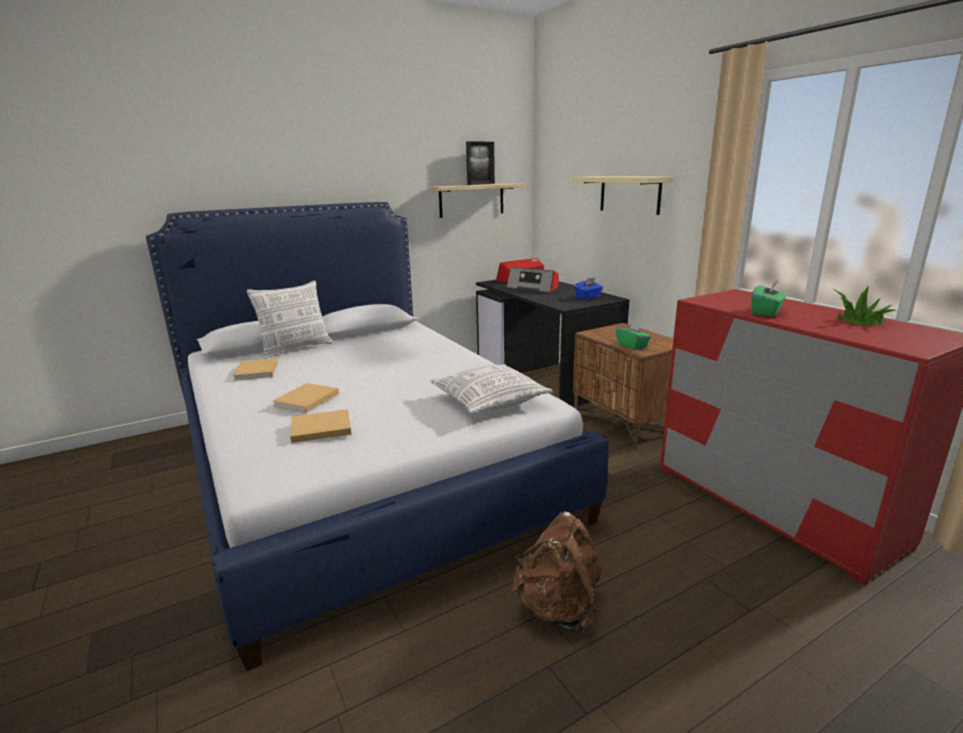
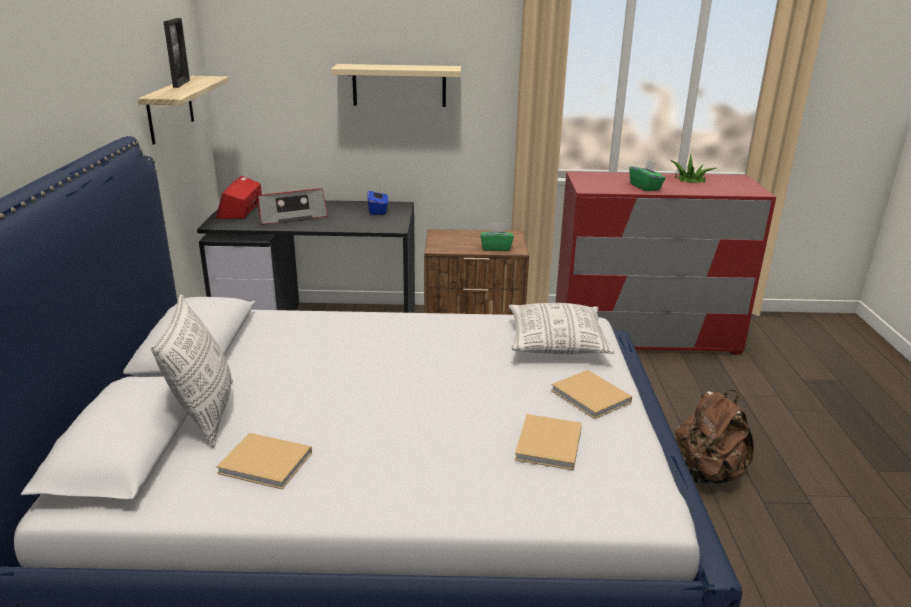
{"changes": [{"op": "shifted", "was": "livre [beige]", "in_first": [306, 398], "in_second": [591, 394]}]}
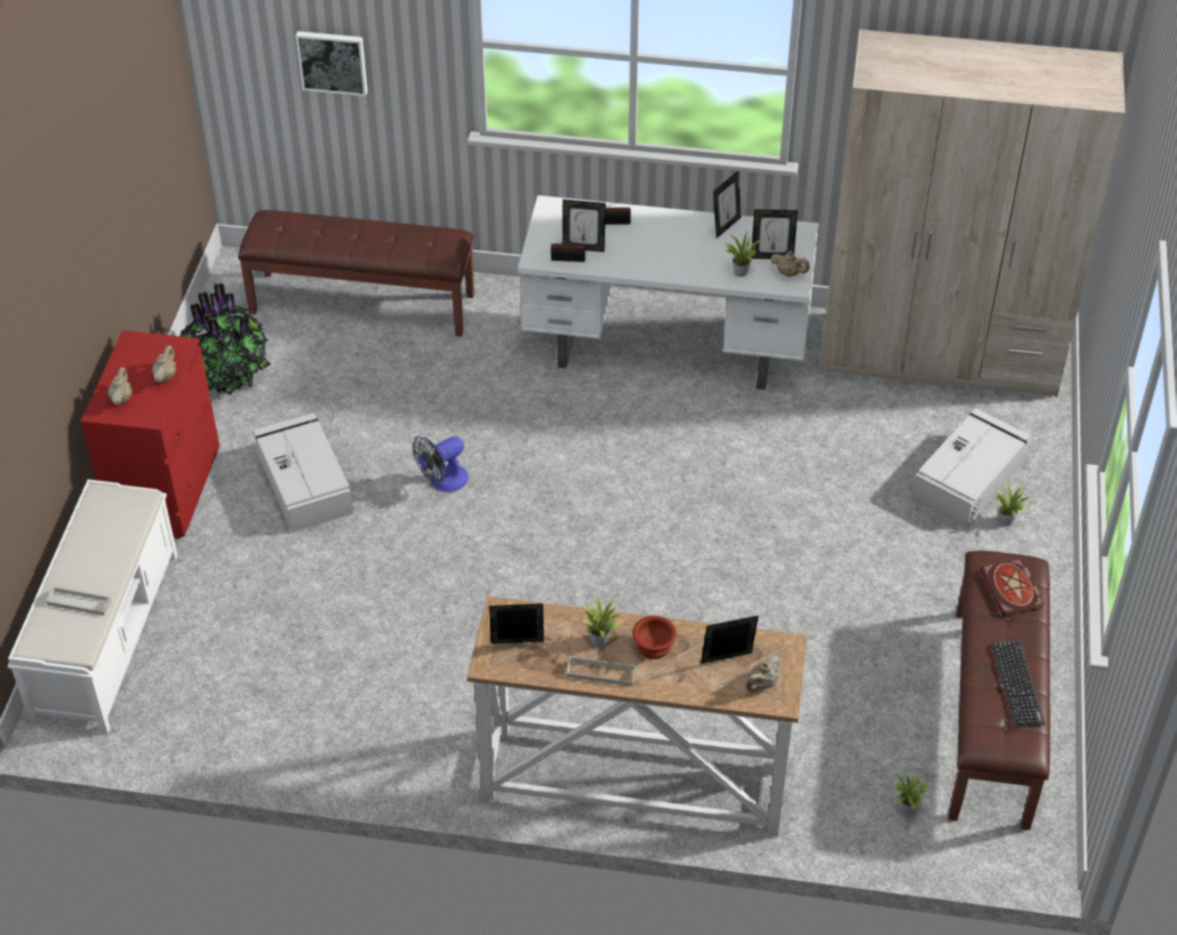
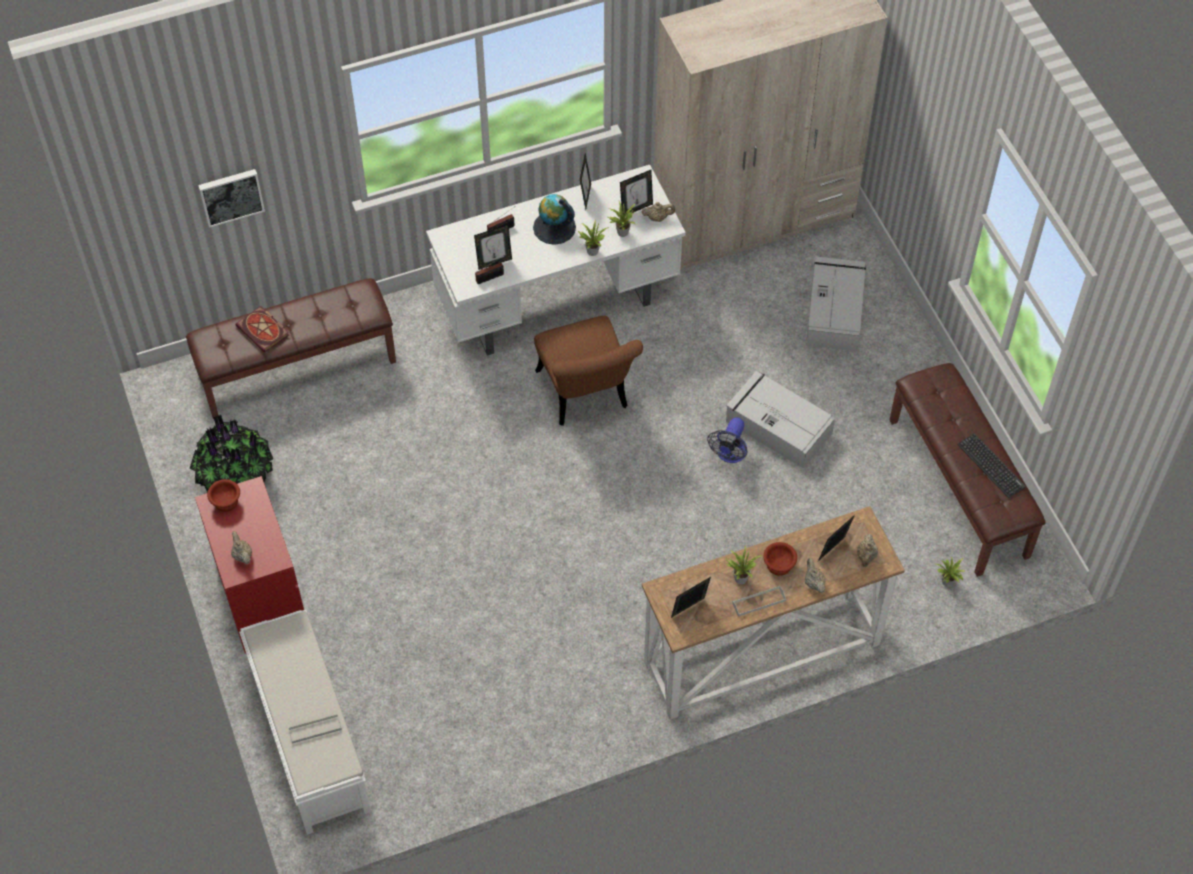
{"changes": [{"op": "new", "now": "bol [marron]", "in_second": [223, 495]}, {"op": "shifted", "was": "livre", "in_first": [1012, 587], "in_second": [262, 329]}, {"op": "new", "now": "globe", "in_second": [554, 219]}, {"op": "new", "now": "chaise [marron]", "in_second": [588, 371]}, {"op": "shifted", "was": "plante en pot", "in_first": [1014, 504], "in_second": [593, 237]}, {"op": "shifted", "was": "ventilateur", "in_first": [440, 464], "in_second": [727, 440]}, {"op": "shifted", "was": "boîte de rangement [gris]", "in_first": [303, 472], "in_second": [780, 420]}, {"op": "shifted", "was": "théière [beige]", "in_first": [164, 364], "in_second": [815, 575]}]}
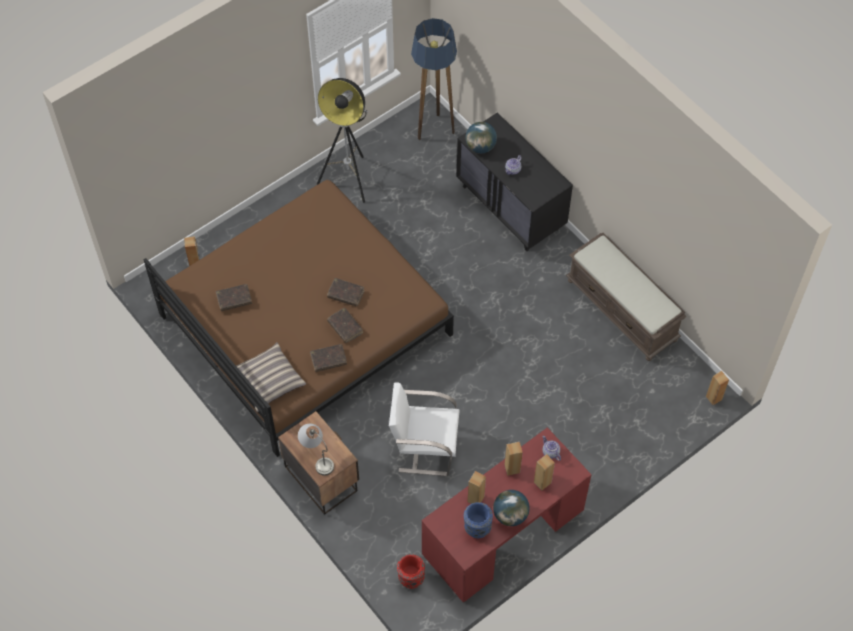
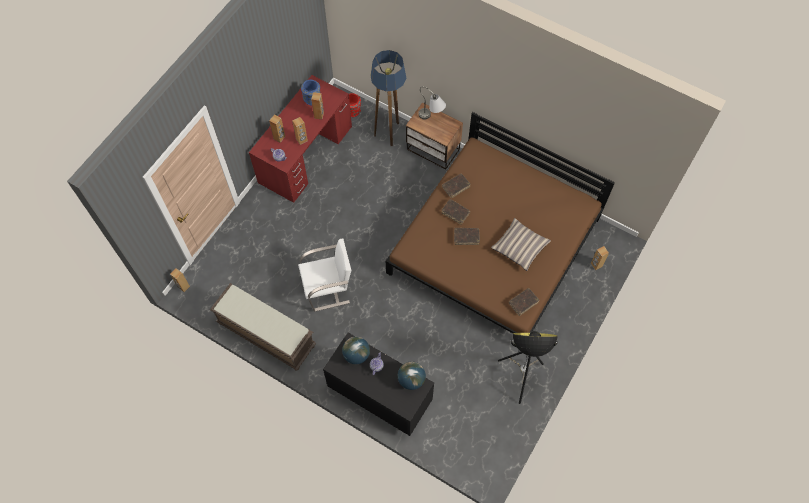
{"changes": [{"op": "shifted", "was": "chaise [blanc]", "in_first": [424, 429], "in_second": [325, 275]}, {"op": "shifted", "was": "globe", "in_first": [511, 508], "in_second": [356, 350]}, {"op": "shifted", "was": "lampadaire", "in_first": [434, 79], "in_second": [388, 98]}, {"op": "shifted", "was": "coussin", "in_first": [271, 377], "in_second": [521, 244]}, {"op": "shifted", "was": "livre [marron]", "in_first": [234, 297], "in_second": [524, 302]}]}
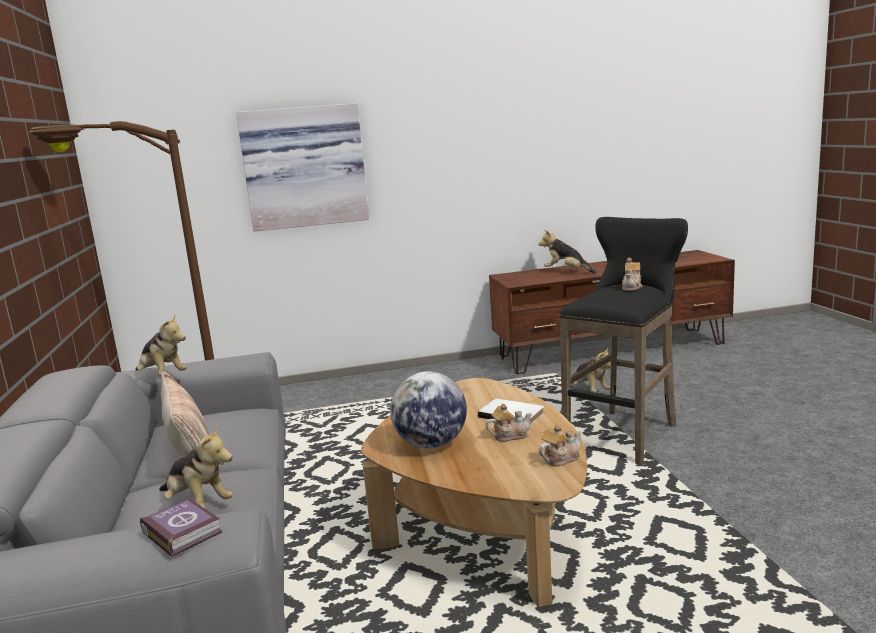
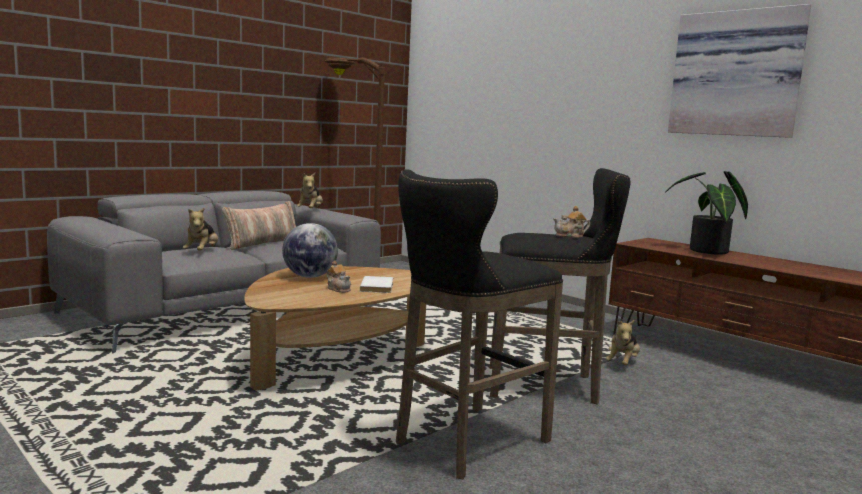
{"changes": [{"op": "new", "now": "tabouret [noir]", "in_second": [479, 324]}, {"op": "swapped", "was": "peluche", "now": "plante en pot", "in_first": [567, 251], "in_second": [706, 213]}, {"op": "shifted", "was": "tableau", "in_first": [302, 167], "in_second": [739, 71]}, {"op": "gone", "was": "livre", "in_first": [181, 527]}, {"op": "gone", "was": "théière", "in_first": [560, 446]}]}
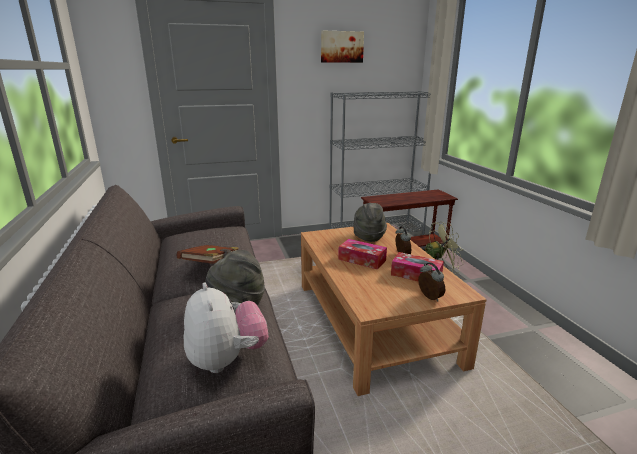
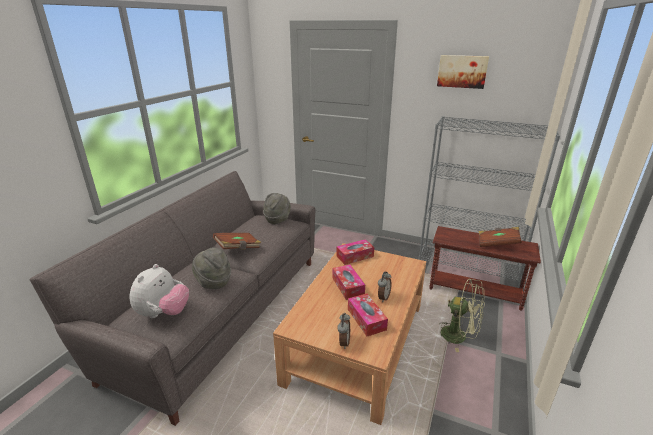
{"changes": [{"op": "shifted", "was": "chapeau [gris]", "in_first": [370, 222], "in_second": [277, 208]}, {"op": "new", "now": "boîte à mouchoirs", "in_second": [355, 252]}, {"op": "new", "now": "livre [marron]", "in_second": [500, 237]}]}
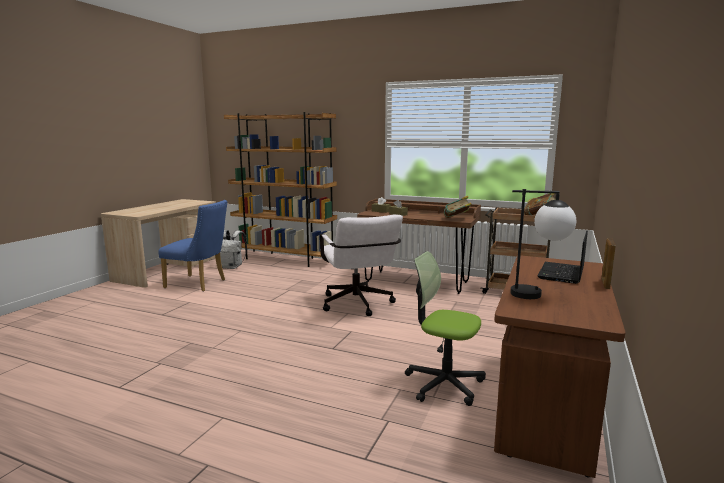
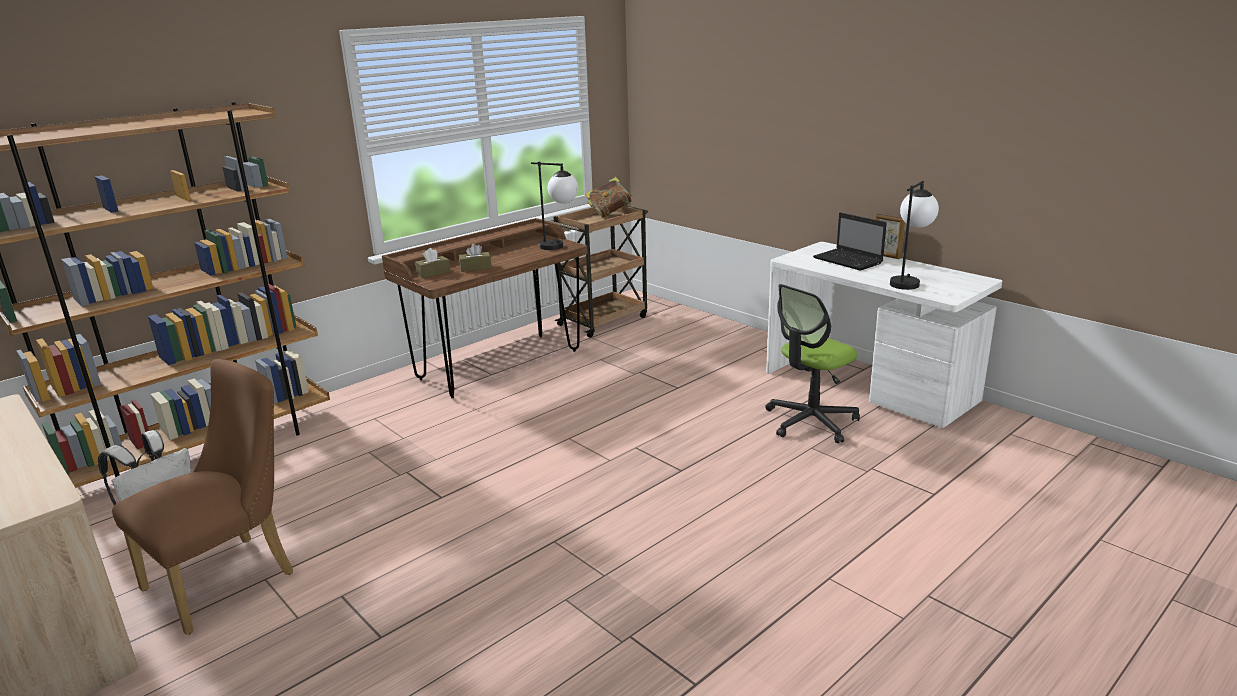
{"changes": [{"op": "repainted", "was": "chaise [bleu]", "now": "chaise [marron]", "in_first": [192, 246], "in_second": [202, 497]}, {"op": "swapped", "was": "livre", "now": "lampe de table", "in_first": [457, 207], "in_second": [554, 206]}, {"op": "repainted", "was": "bureau [marron]", "now": "bureau [blanc]", "in_first": [559, 366], "in_second": [884, 335]}, {"op": "gone", "was": "chaise de bureau [blanc]", "in_first": [361, 265]}]}
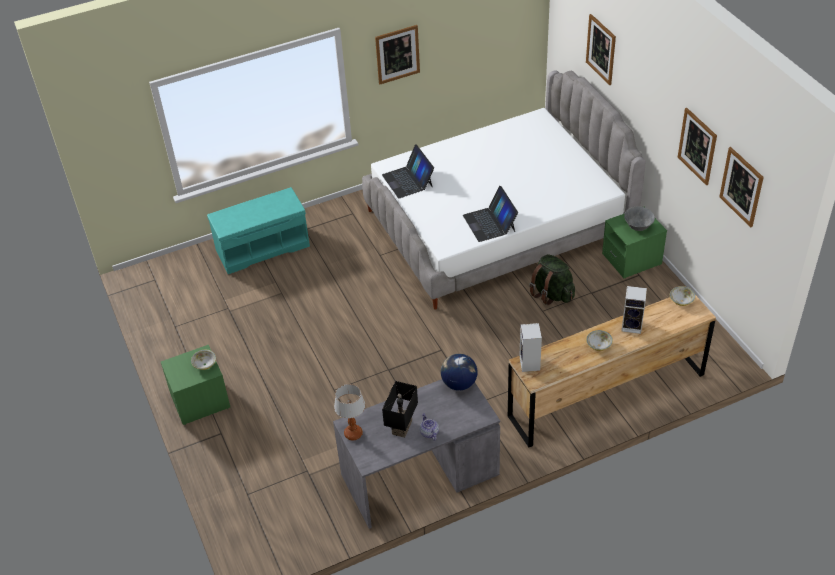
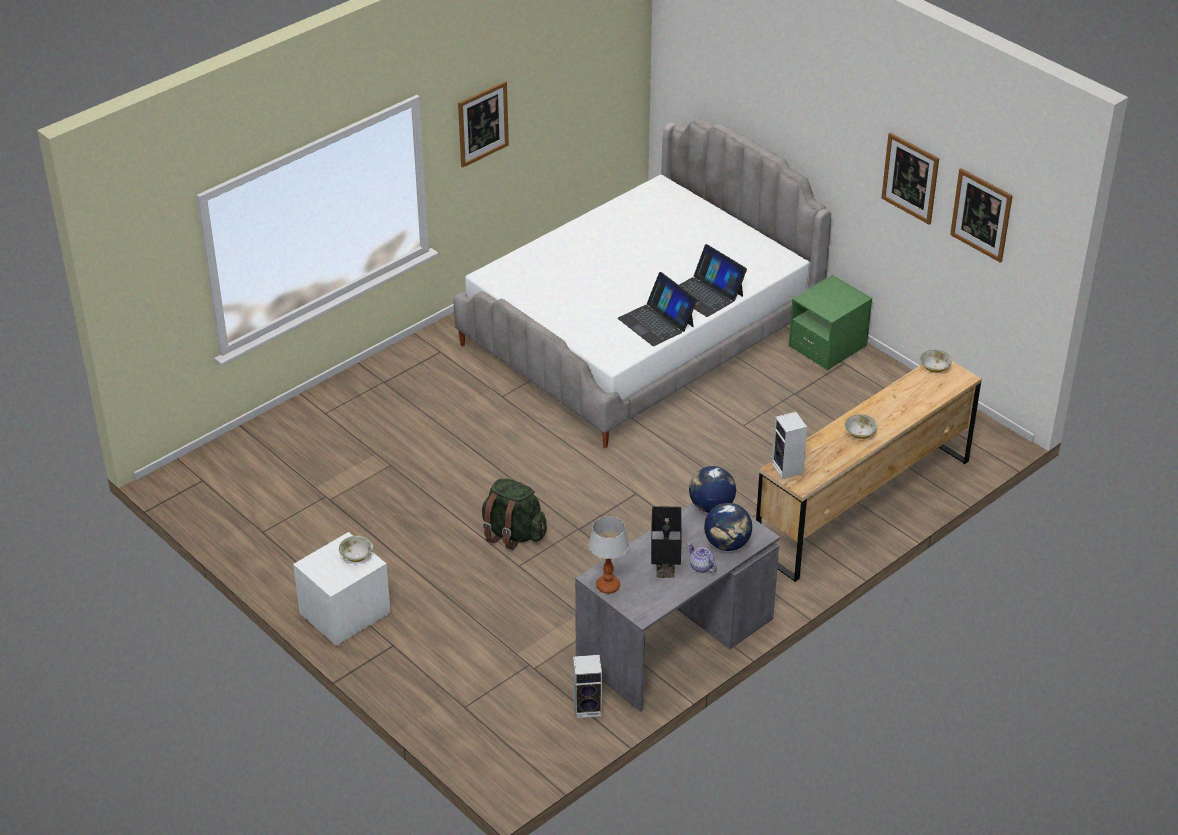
{"changes": [{"op": "repainted", "was": "table de chevet [vert]", "now": "table de chevet [blanc]", "in_first": [195, 385], "in_second": [342, 589]}, {"op": "shifted", "was": "sac à dos [vert]", "in_first": [552, 279], "in_second": [514, 514]}, {"op": "shifted", "was": "enceinte", "in_first": [634, 310], "in_second": [587, 686]}, {"op": "shifted", "was": "ordinateur portable", "in_first": [408, 172], "in_second": [713, 280]}, {"op": "new", "now": "globe", "in_second": [728, 527]}, {"op": "gone", "was": "banc [turquoise]", "in_first": [258, 230]}, {"op": "gone", "was": "tableau", "in_first": [601, 49]}, {"op": "gone", "was": "bol [gris]", "in_first": [639, 218]}]}
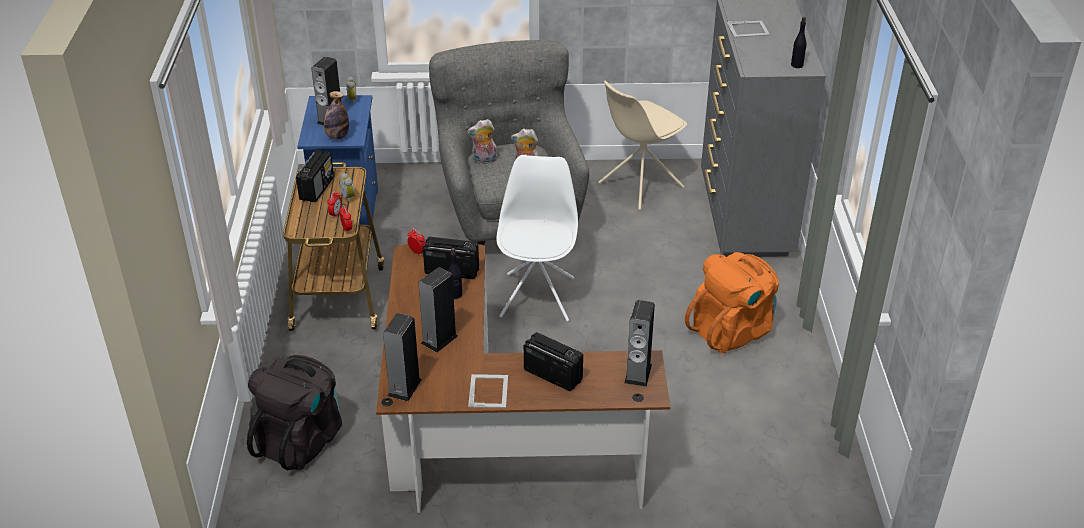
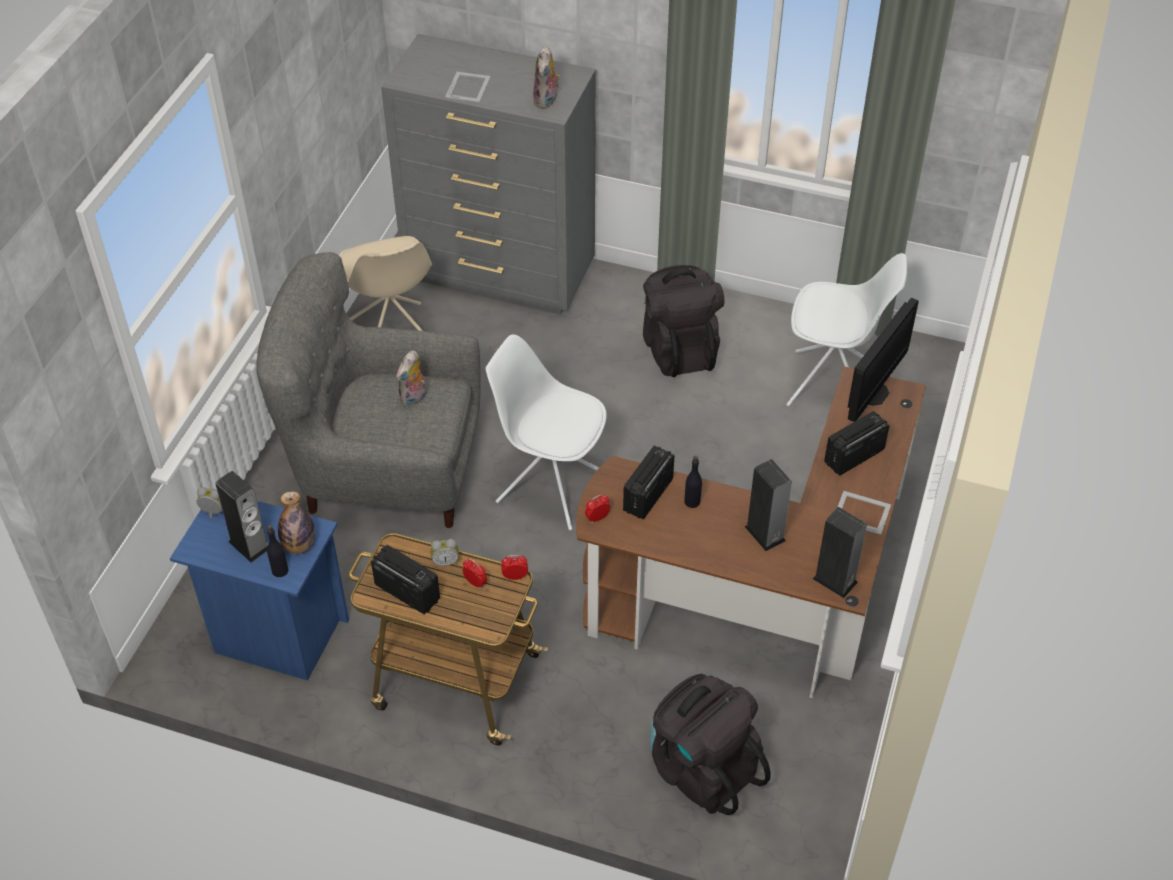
{"changes": [{"op": "shifted", "was": "bouteille [noir]", "in_first": [798, 42], "in_second": [277, 551]}, {"op": "shifted", "was": "peluche", "in_first": [482, 141], "in_second": [546, 77]}, {"op": "repainted", "was": "sac à dos [orange]", "now": "sac à dos [noir]", "in_first": [732, 302], "in_second": [683, 321]}, {"op": "new", "now": "chaise [blanc]", "in_second": [846, 329]}, {"op": "swapped", "was": "enceinte", "now": "écran d'ordinateur", "in_first": [640, 343], "in_second": [883, 360]}]}
